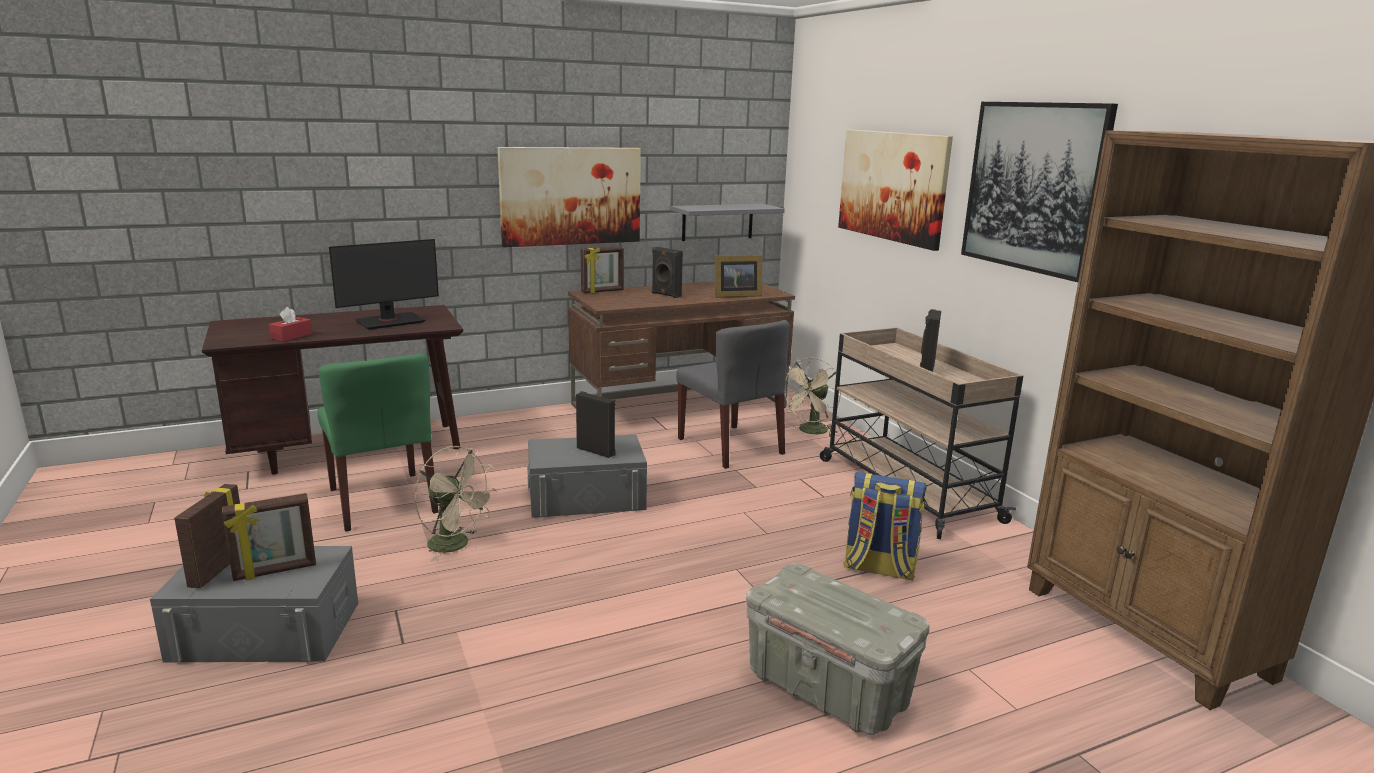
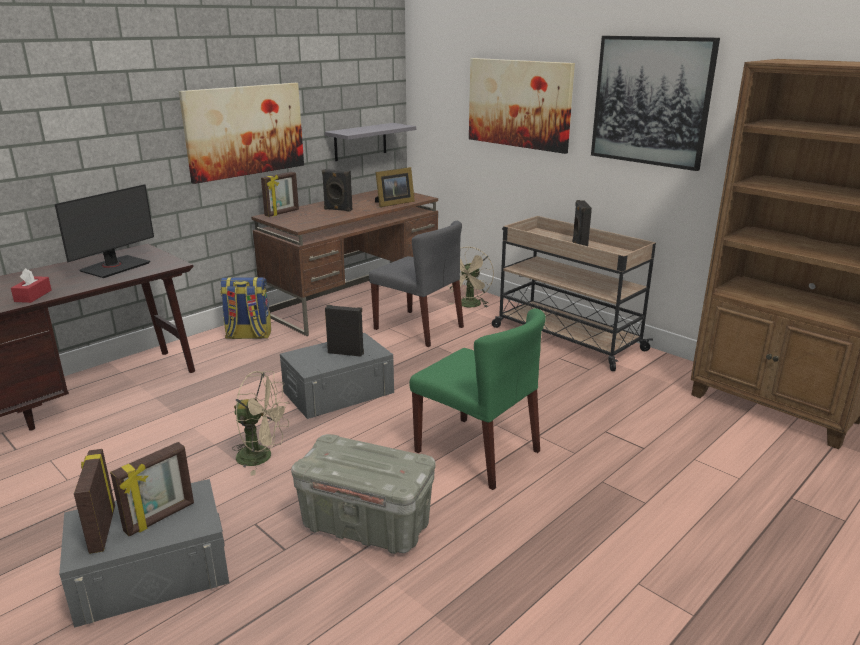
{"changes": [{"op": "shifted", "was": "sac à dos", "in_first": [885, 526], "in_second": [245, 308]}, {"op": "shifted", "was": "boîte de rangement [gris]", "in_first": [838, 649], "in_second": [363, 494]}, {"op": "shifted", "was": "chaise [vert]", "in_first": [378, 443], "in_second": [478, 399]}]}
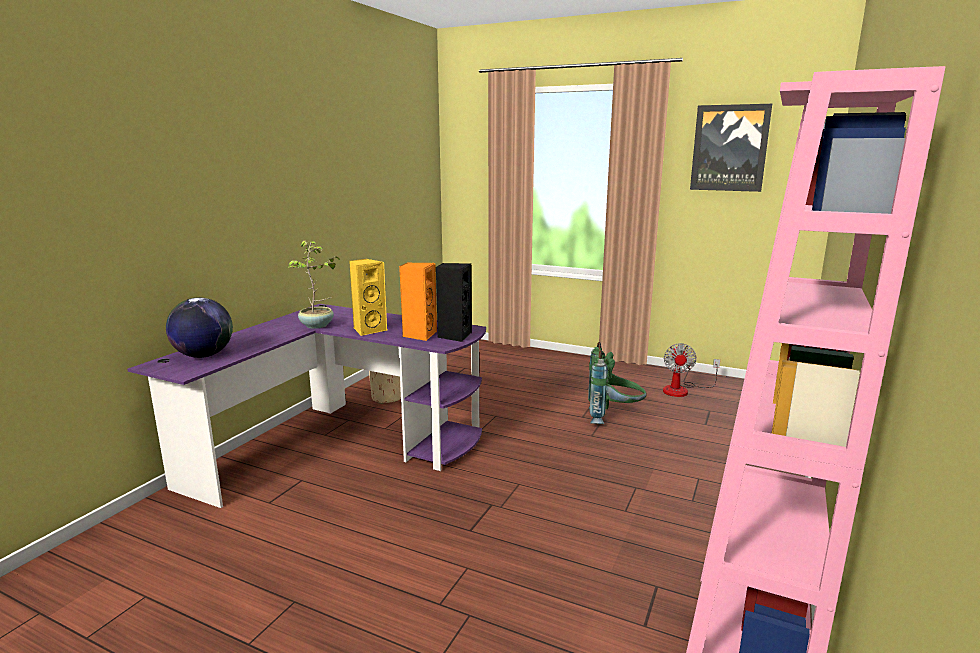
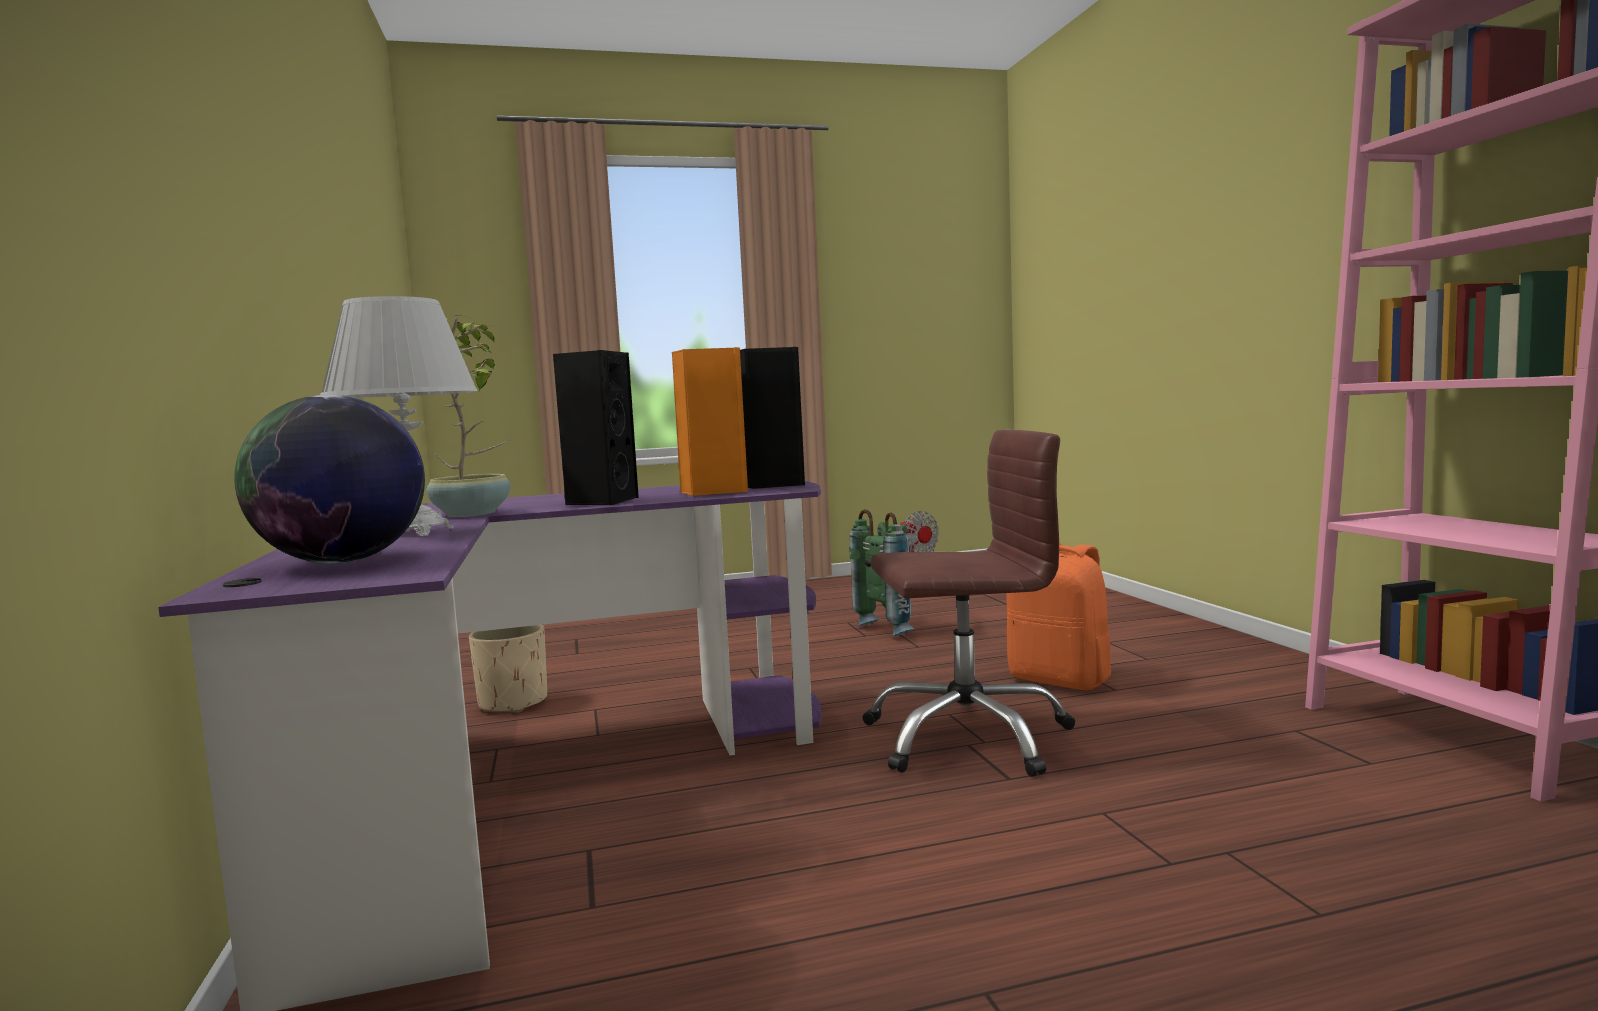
{"changes": [{"op": "new", "now": "lampe de table [blanc]", "in_second": [399, 416]}, {"op": "repainted", "was": "enceinte [jaune]", "now": "enceinte [noir]", "in_first": [368, 297], "in_second": [596, 427]}, {"op": "new", "now": "chaise de bureau [marron]", "in_second": [968, 603]}, {"op": "new", "now": "sac à dos [orange]", "in_second": [1058, 616]}, {"op": "gone", "was": "tableau", "in_first": [731, 148]}]}
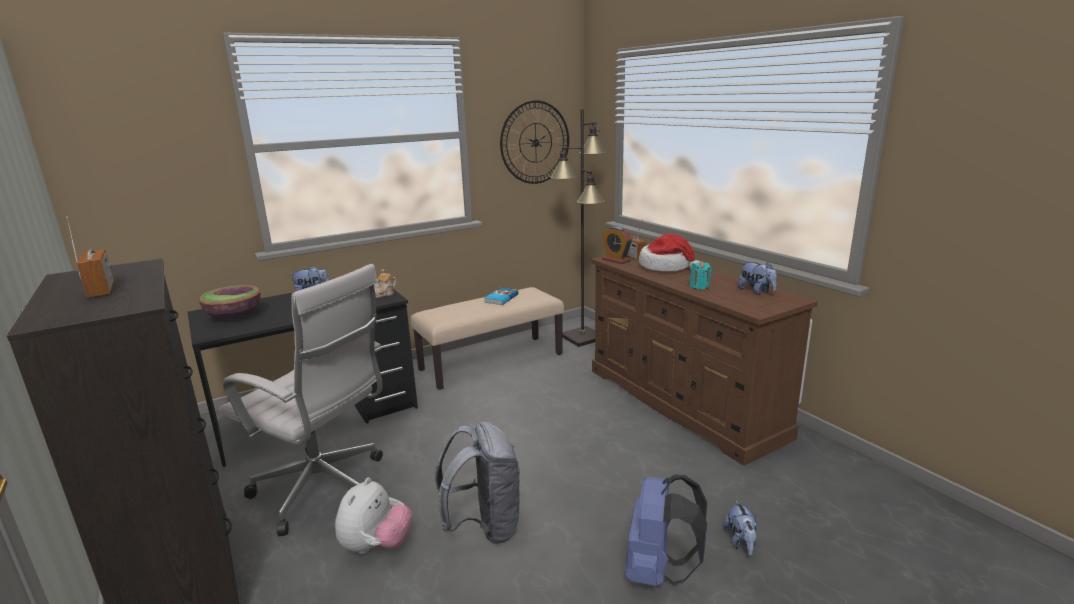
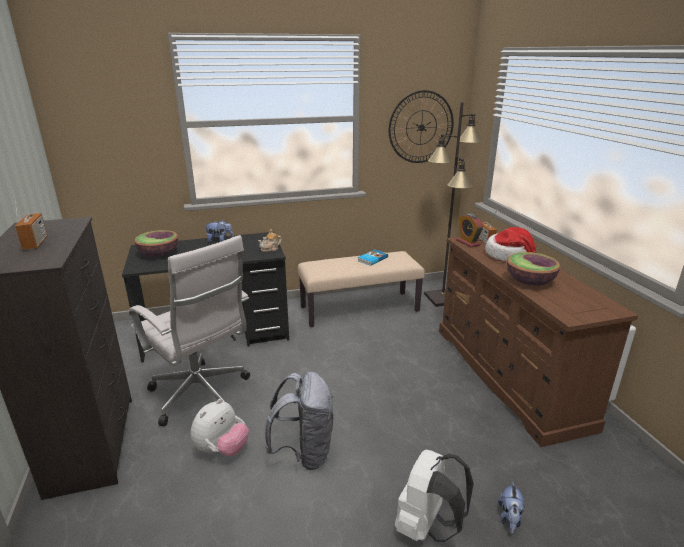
{"changes": [{"op": "repainted", "was": "sac à dos [bleu]", "now": "sac à dos [blanc]", "in_first": [666, 530], "in_second": [434, 496]}, {"op": "swapped", "was": "bougie [turquoise]", "now": "bol", "in_first": [701, 275], "in_second": [534, 269]}, {"op": "gone", "was": "peluche", "in_first": [757, 278]}]}
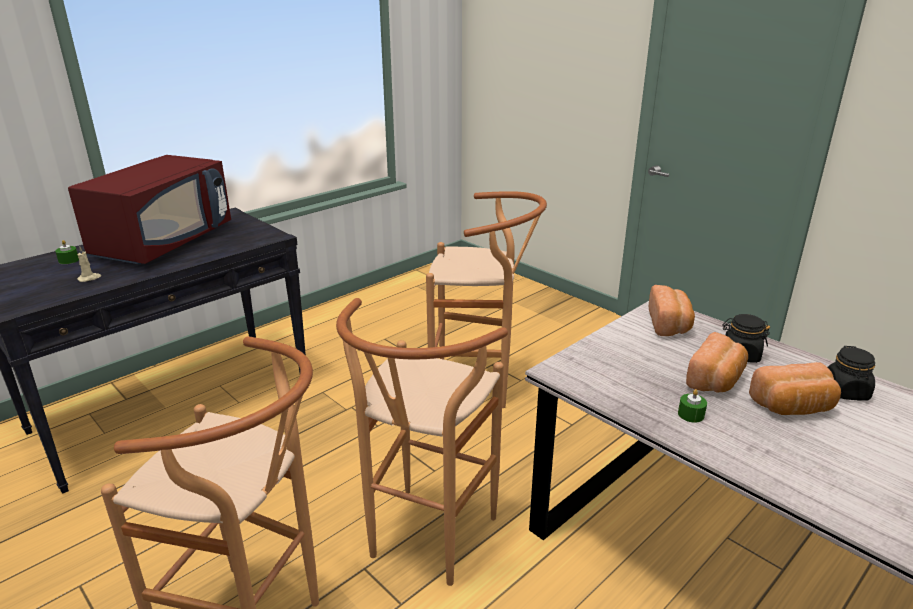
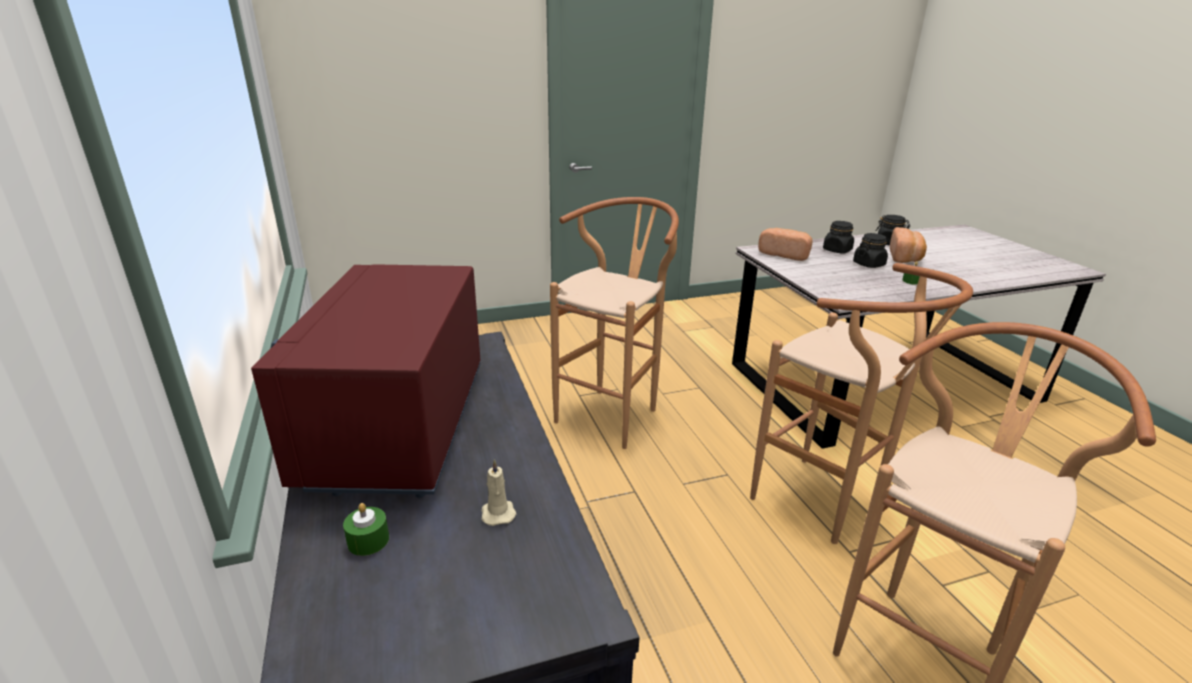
{"changes": [{"op": "rotated", "was": "micro-ondes [rouge]", "in_first": [149, 209], "in_second": [366, 381], "clockwise": -135}, {"op": "swapped", "was": "pain", "now": "bocal [noir]", "in_first": [717, 362], "in_second": [870, 250]}]}
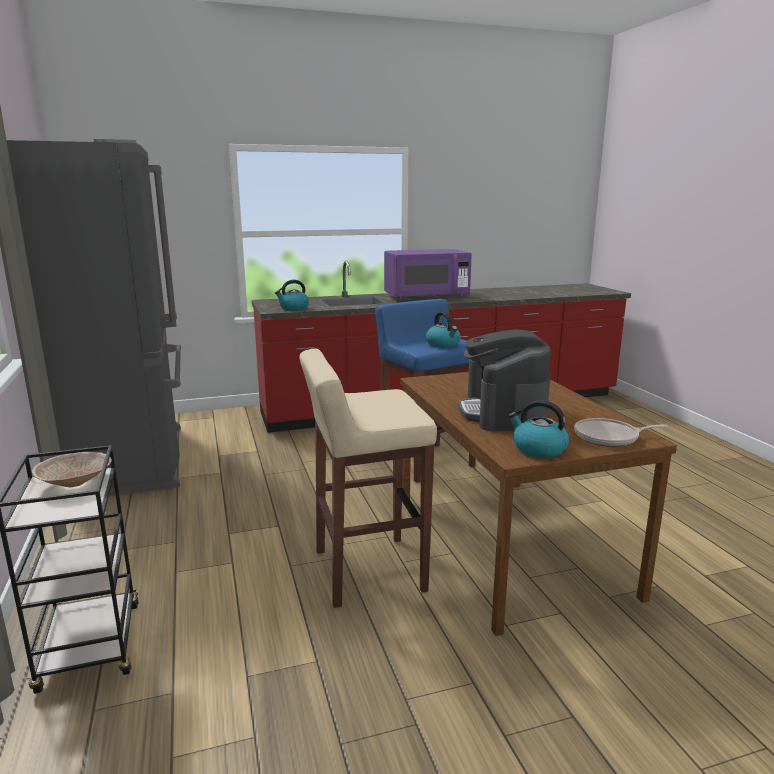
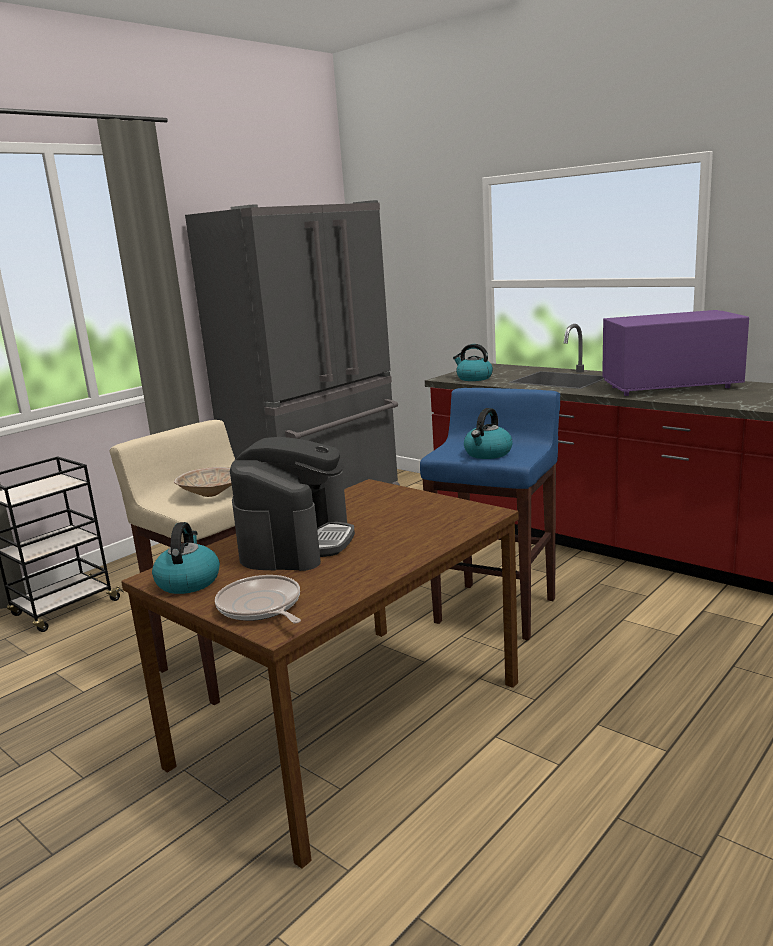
{"changes": [{"op": "shifted", "was": "bol [beige]", "in_first": [72, 469], "in_second": [203, 482]}, {"op": "rotated", "was": "machine à café", "in_first": [504, 380], "in_second": [292, 504], "clockwise": 135}, {"op": "rotated", "was": "micro-ondes [violet]", "in_first": [428, 274], "in_second": [675, 353], "clockwise": 135}]}
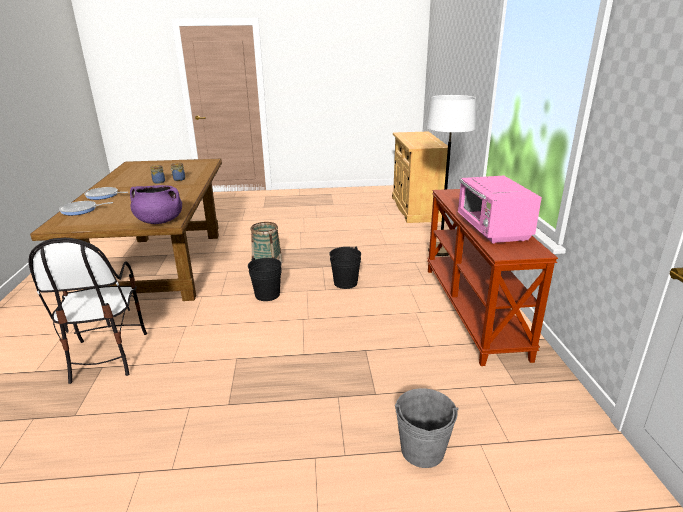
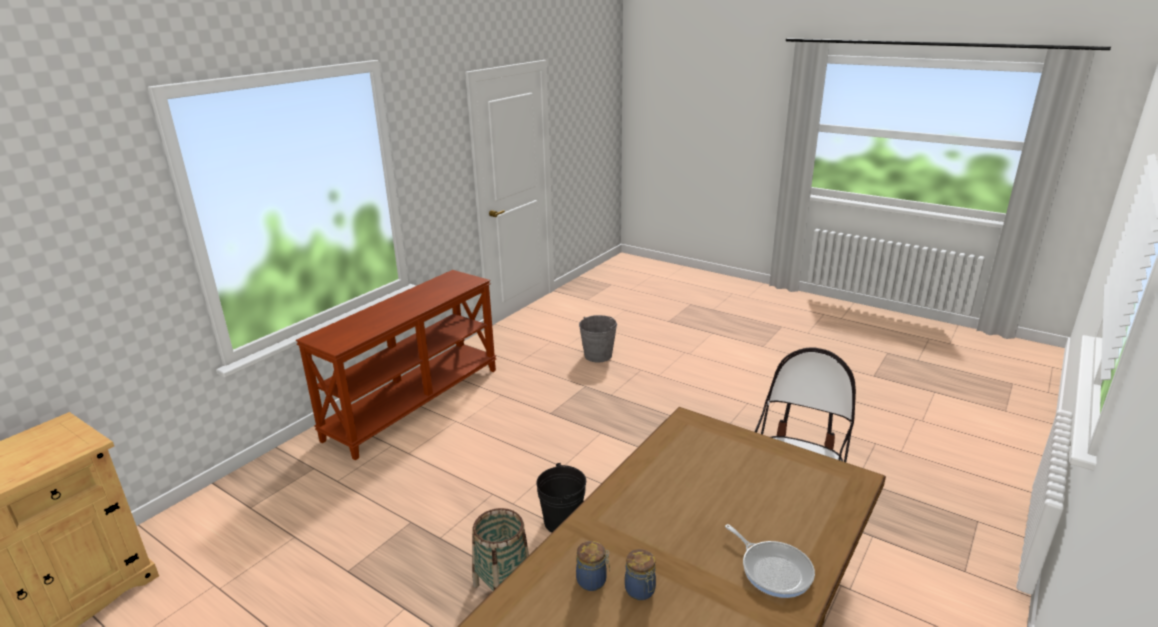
{"changes": [{"op": "gone", "was": "poêle", "in_first": [86, 208]}, {"op": "gone", "was": "marmite [violet]", "in_first": [156, 204]}, {"op": "gone", "was": "seau [noir]", "in_first": [345, 268]}, {"op": "gone", "was": "lampadaire [blanc]", "in_first": [451, 175]}, {"op": "gone", "was": "micro-ondes [rose]", "in_first": [499, 210]}]}
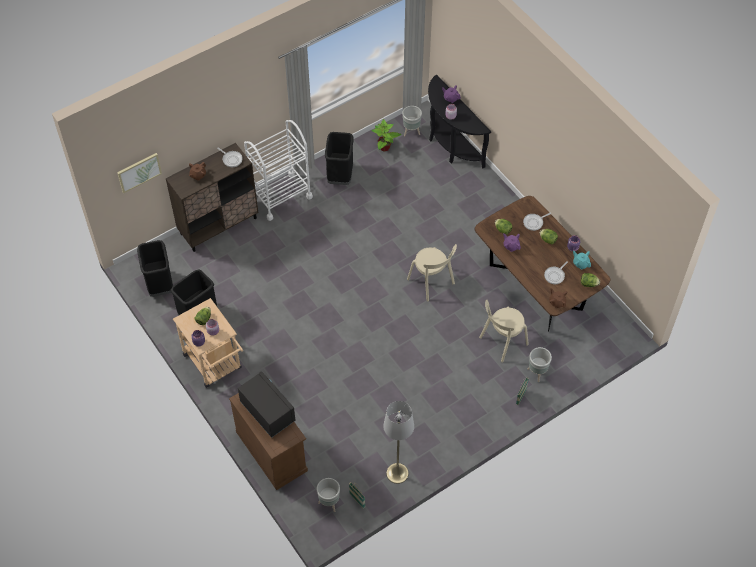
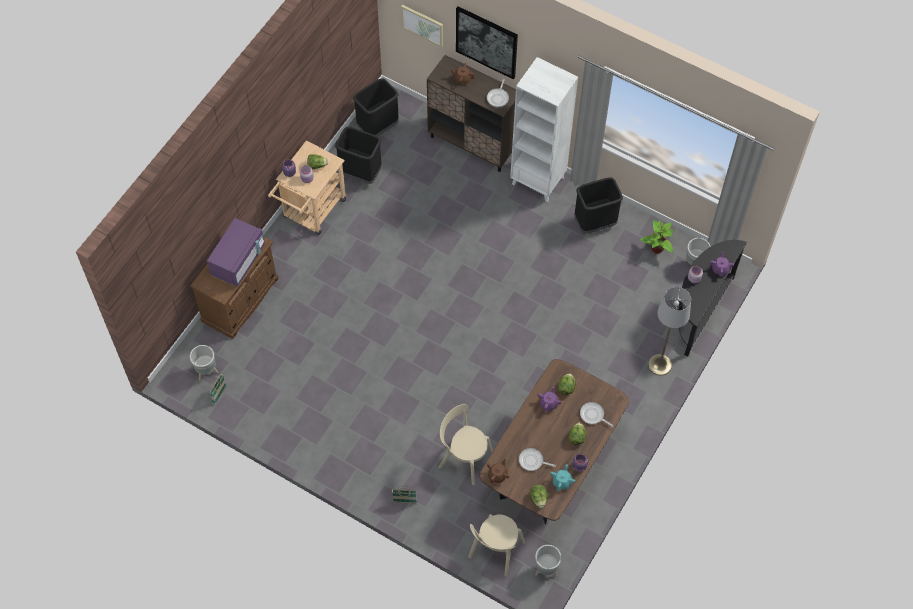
{"changes": [{"op": "repainted", "was": "micro-ondes [noir]", "now": "micro-ondes [violet]", "in_first": [266, 404], "in_second": [236, 252]}, {"op": "new", "now": "tableau", "in_second": [487, 43]}, {"op": "shifted", "was": "chaise [beige]", "in_first": [432, 273], "in_second": [496, 545]}, {"op": "swapped", "was": "chariot [blanc]", "now": "bibliothèque [blanc]", "in_first": [278, 170], "in_second": [544, 129]}, {"op": "shifted", "was": "cache-pot [gris]", "in_first": [539, 364], "in_second": [548, 561]}, {"op": "shifted", "was": "lampadaire [gris]", "in_first": [398, 442], "in_second": [669, 331]}]}
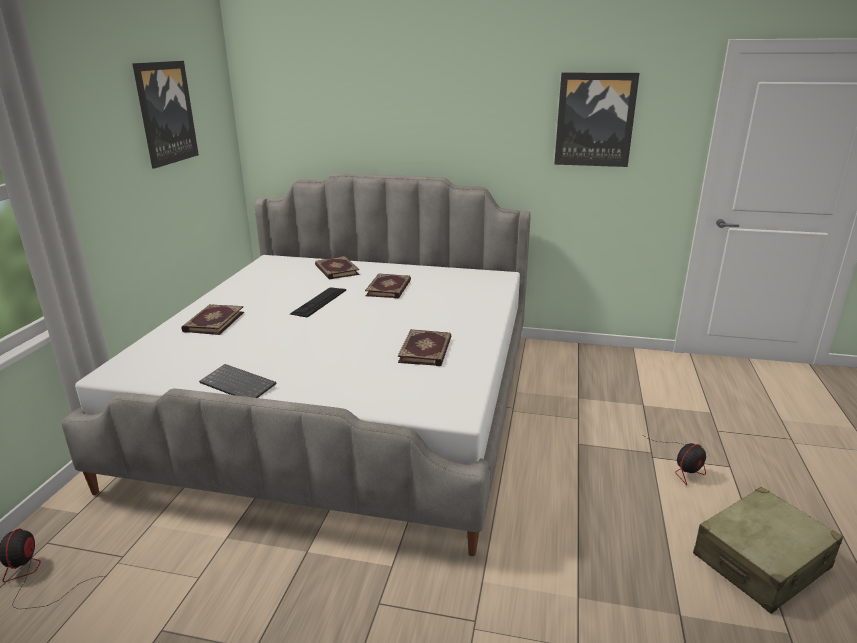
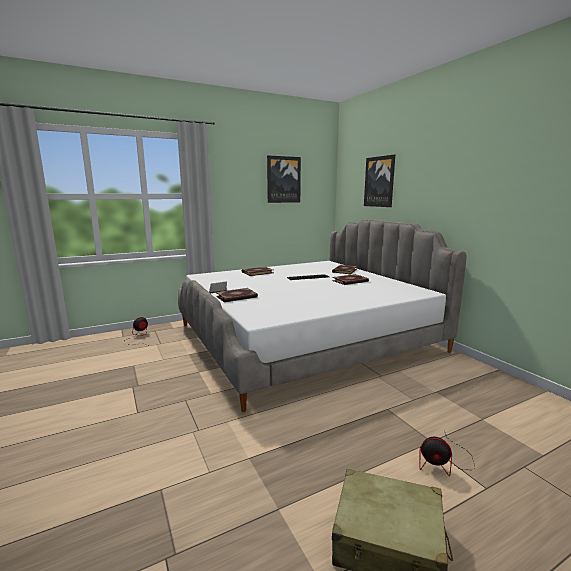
{"changes": [{"op": "shifted", "was": "livre", "in_first": [425, 347], "in_second": [237, 295]}, {"op": "shifted", "was": "tableau", "in_first": [596, 120], "in_second": [379, 181]}]}
